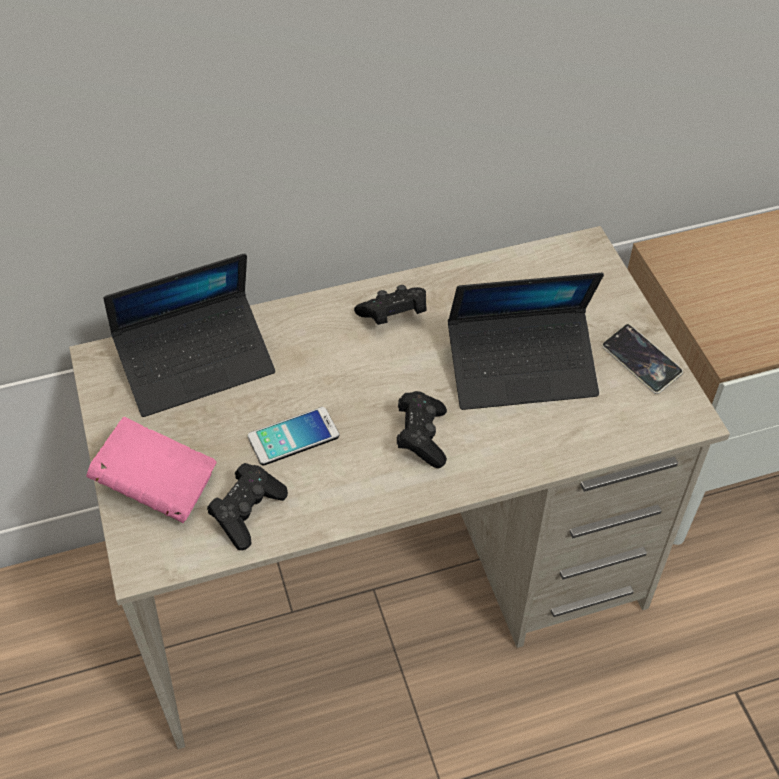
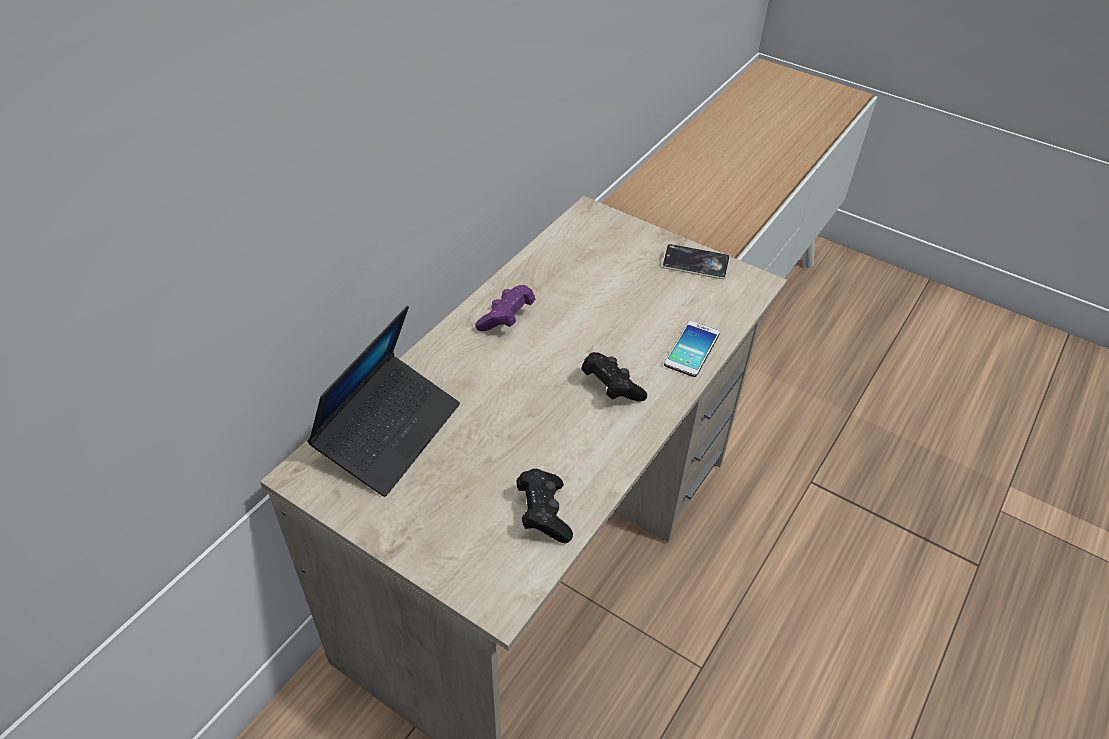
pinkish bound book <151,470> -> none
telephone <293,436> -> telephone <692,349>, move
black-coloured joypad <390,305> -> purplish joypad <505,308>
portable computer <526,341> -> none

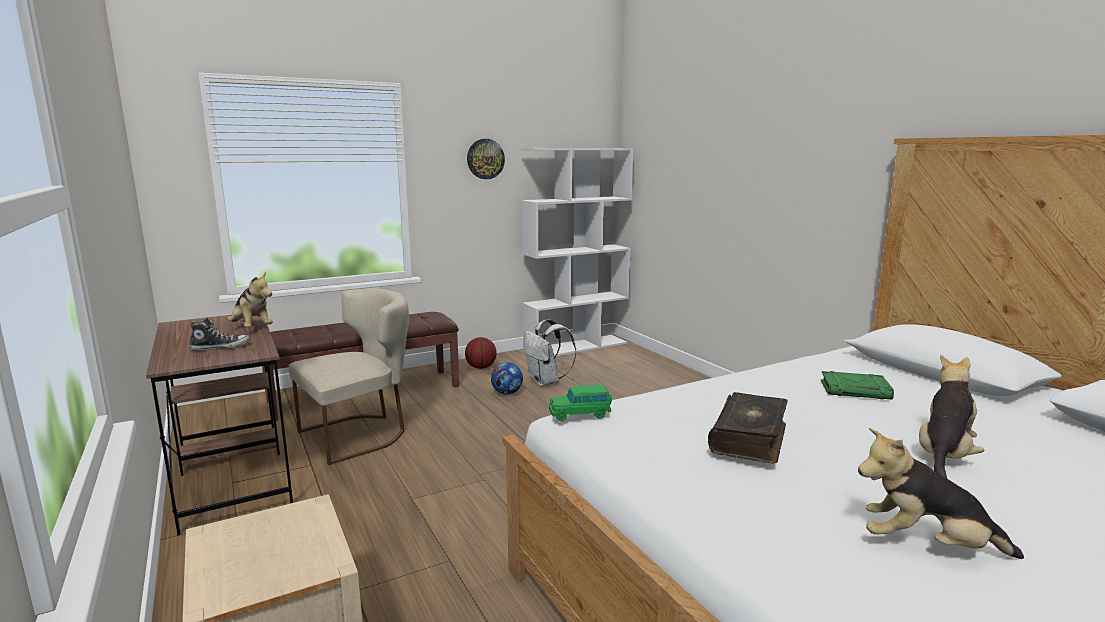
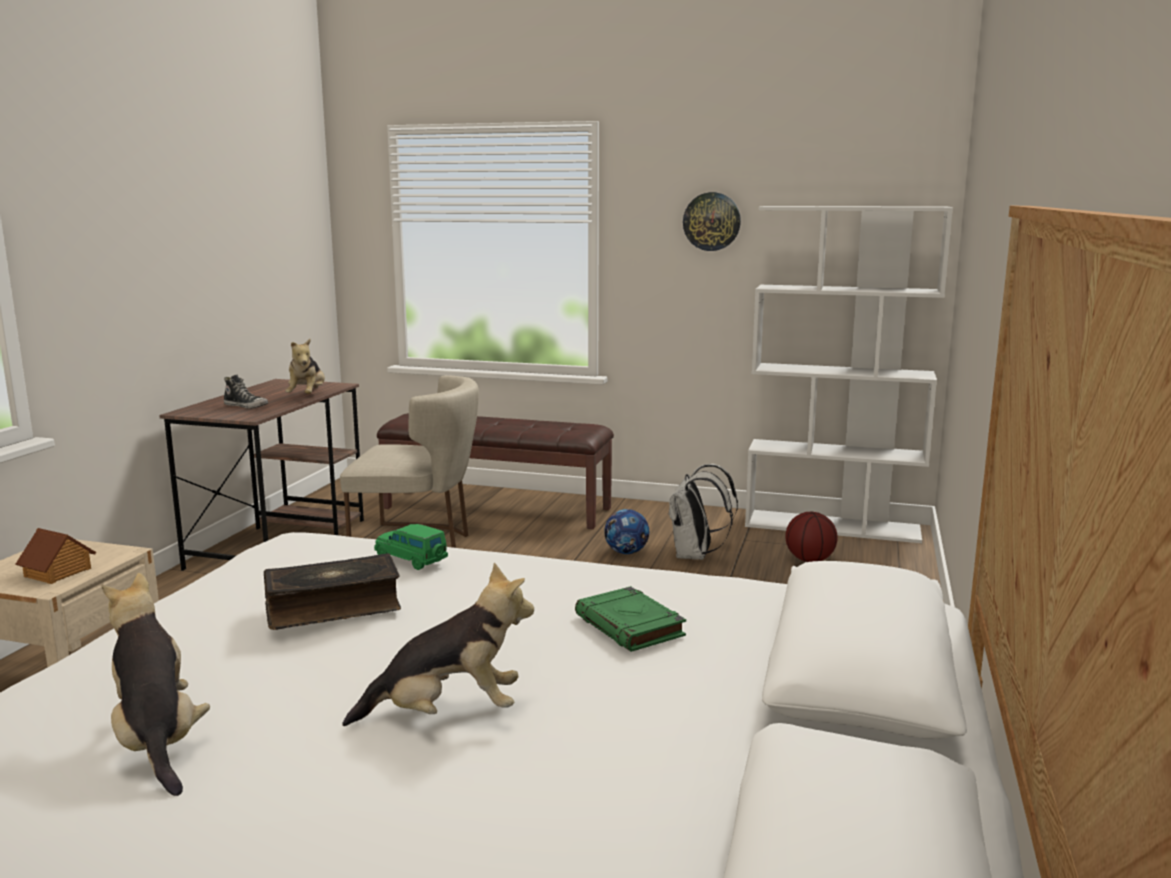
basketball ball <481,353> -> basketball ball <811,536>, move
green miniature car <580,403> -> green miniature car <411,547>, move
none -> model house <56,556>

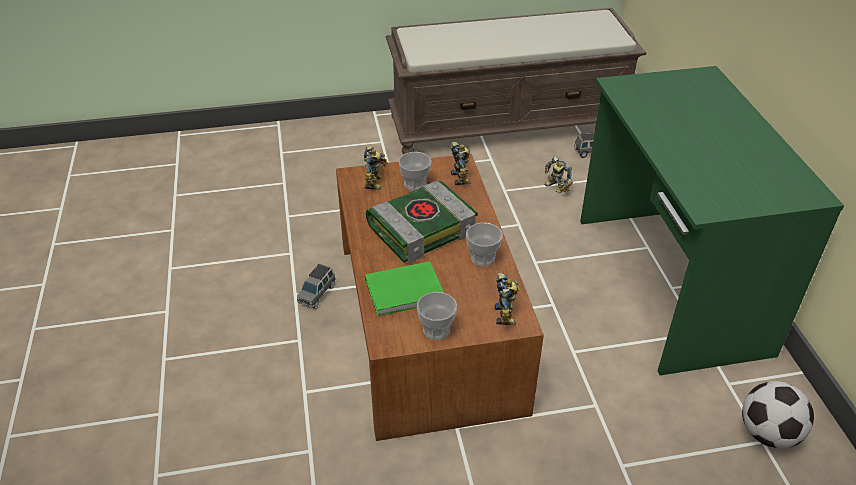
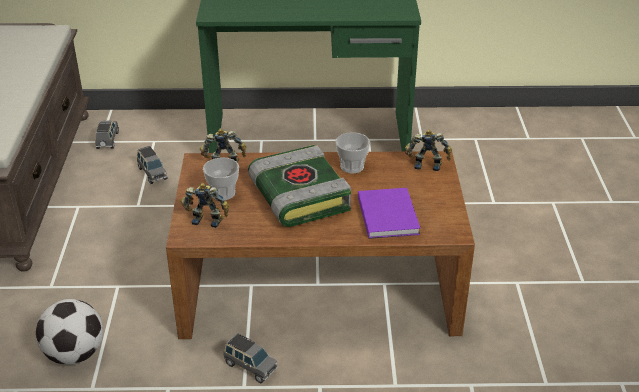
green bound book <404,288> -> purplish bound book <389,213>
small cup <437,316> -> none
model robot <559,174> -> gray miniature car <152,165>
football ball <778,415> -> football ball <69,332>, move

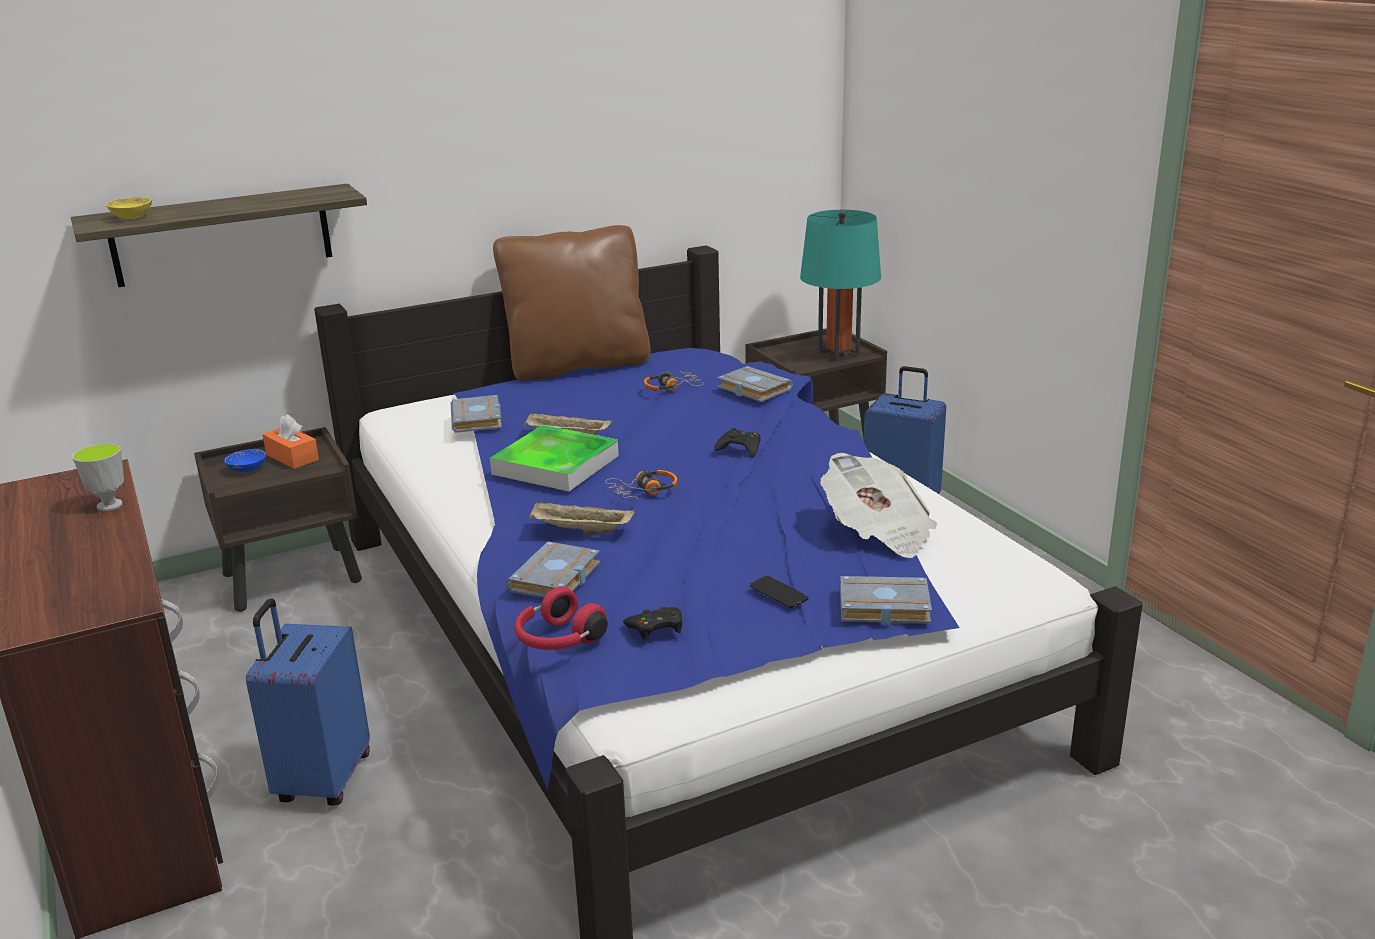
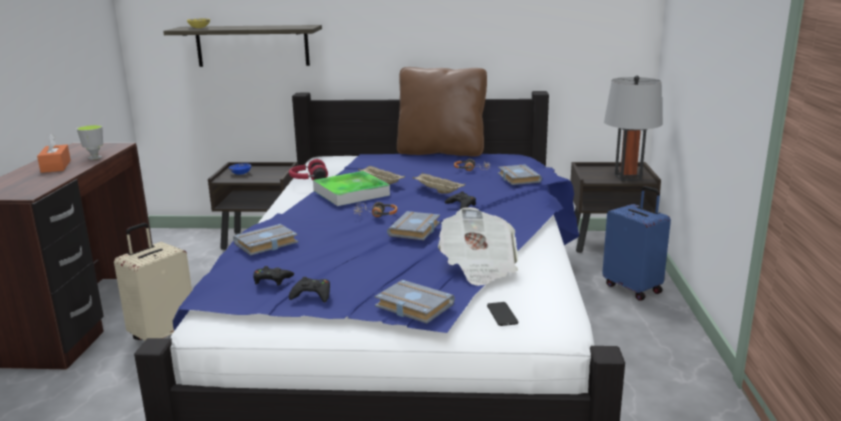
blue-coloured travel case <308,701> -> sand-coloured travel case <153,282>
orange tissue holder <290,441> -> orange tissue holder <54,153>, move
gray bound book <476,414> -> gray bound book <413,225>, move
red headset <561,618> -> red headset <308,169>, move
sand-coloured carrying tray <582,518> -> sand-coloured carrying tray <439,183>, move
telephone <779,592> -> telephone <502,314>, move
blue-green tabletop lamp <840,285> -> gray tabletop lamp <633,128>
none -> black-coloured joypad <309,290>

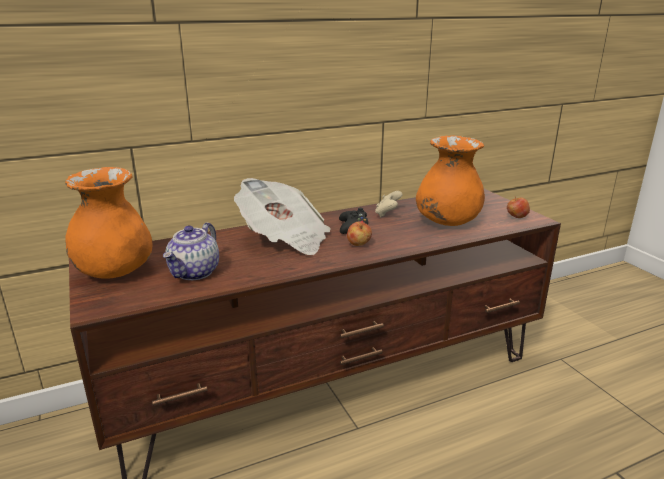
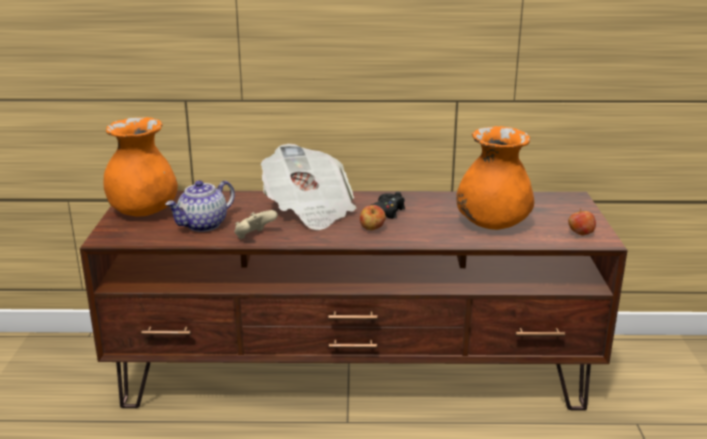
sand-coloured joypad <389,204> -> sand-coloured joypad <256,224>, move

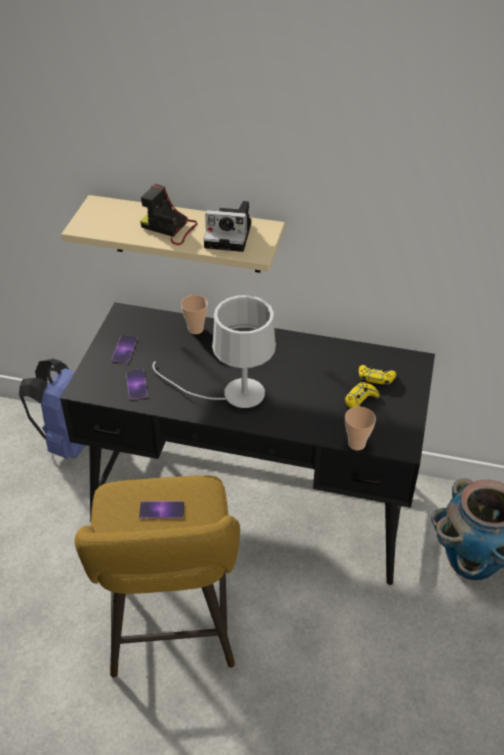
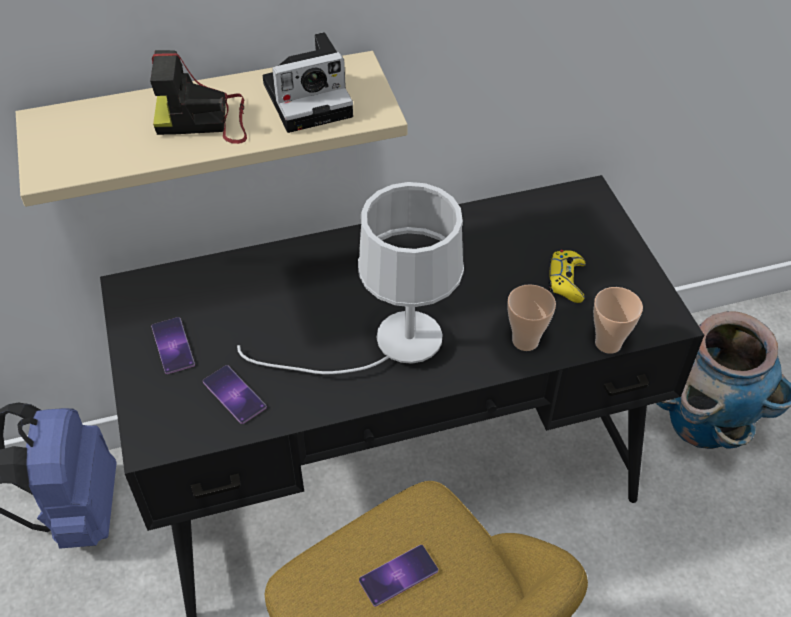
small cup <194,314> -> small cup <531,317>, move
yellow joypad <377,376> -> none

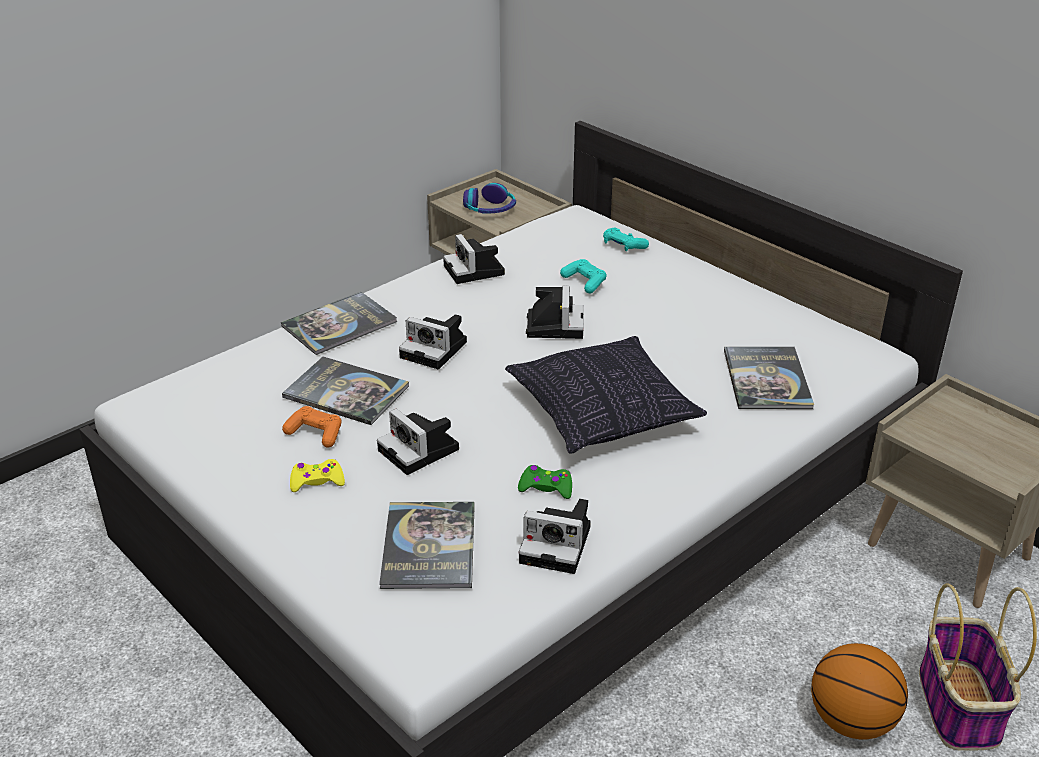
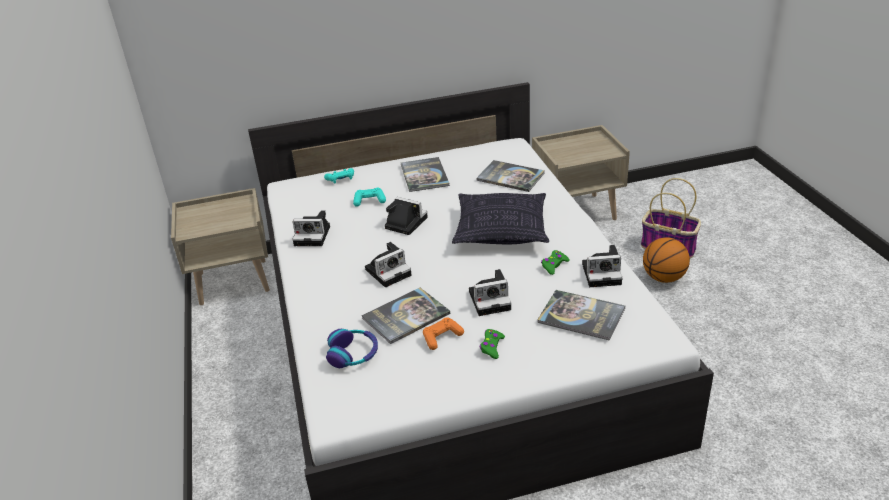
bound book <339,323> -> bound book <425,174>, move
yellow joypad <317,475> -> green joypad <492,344>
headset <489,198> -> headset <352,348>, move
still camera <555,536> -> still camera <602,266>, 45 degrees clockwise

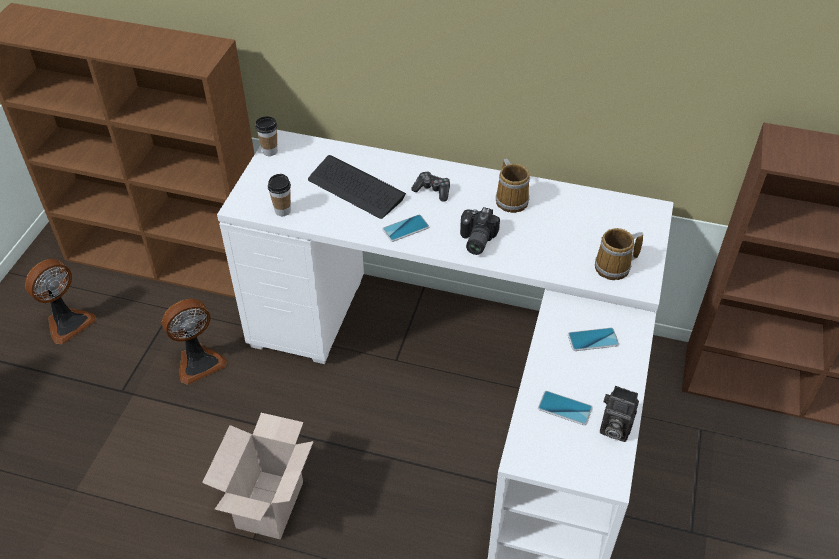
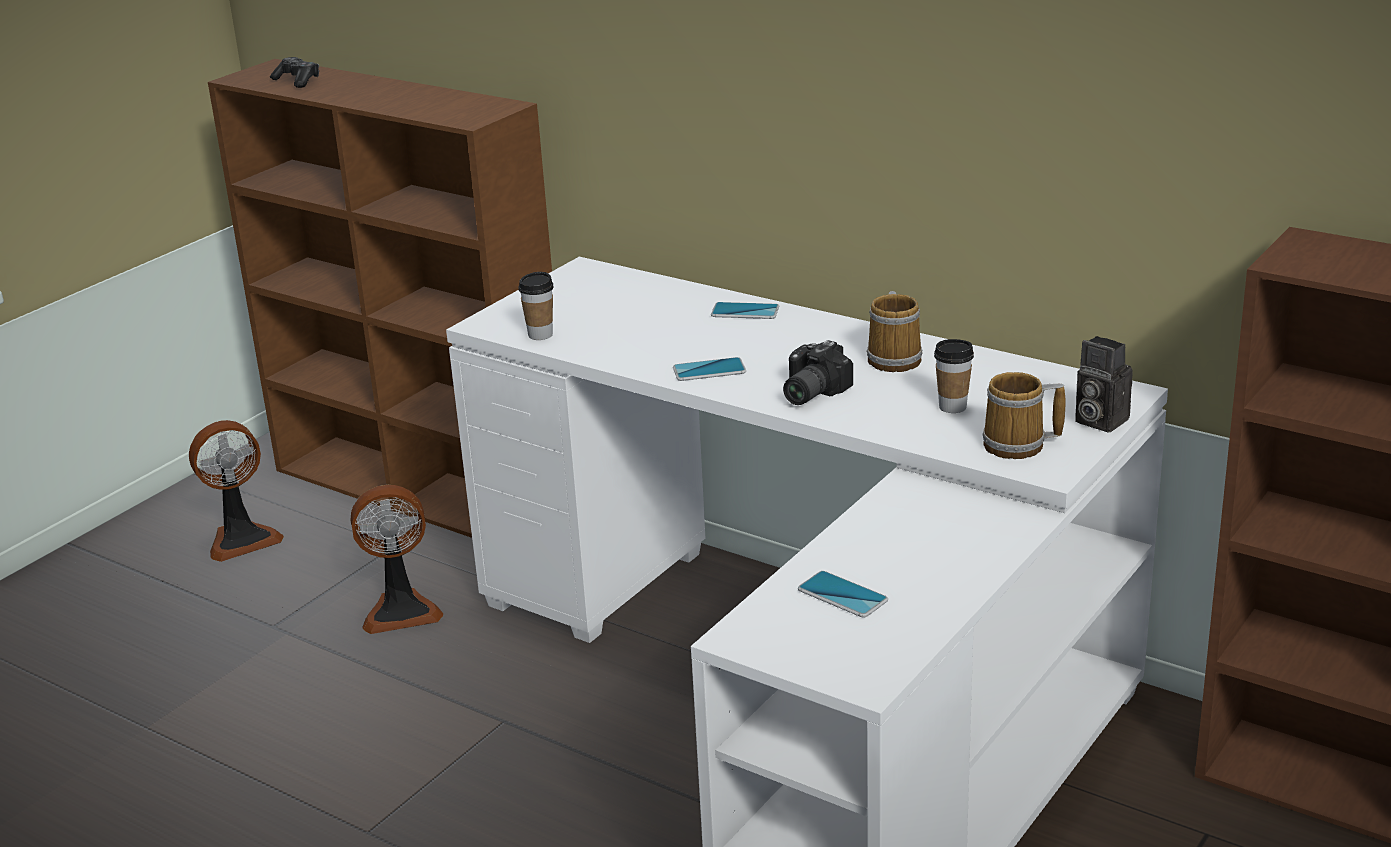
packing box <258,476> -> none
small cup <266,136> -> small cup <954,376>, move
keyboard <357,187> -> none
joypad <430,187> -> joypad <294,72>, move
telephone <593,339> -> telephone <745,310>, move
still camera <619,414> -> still camera <1104,384>, move

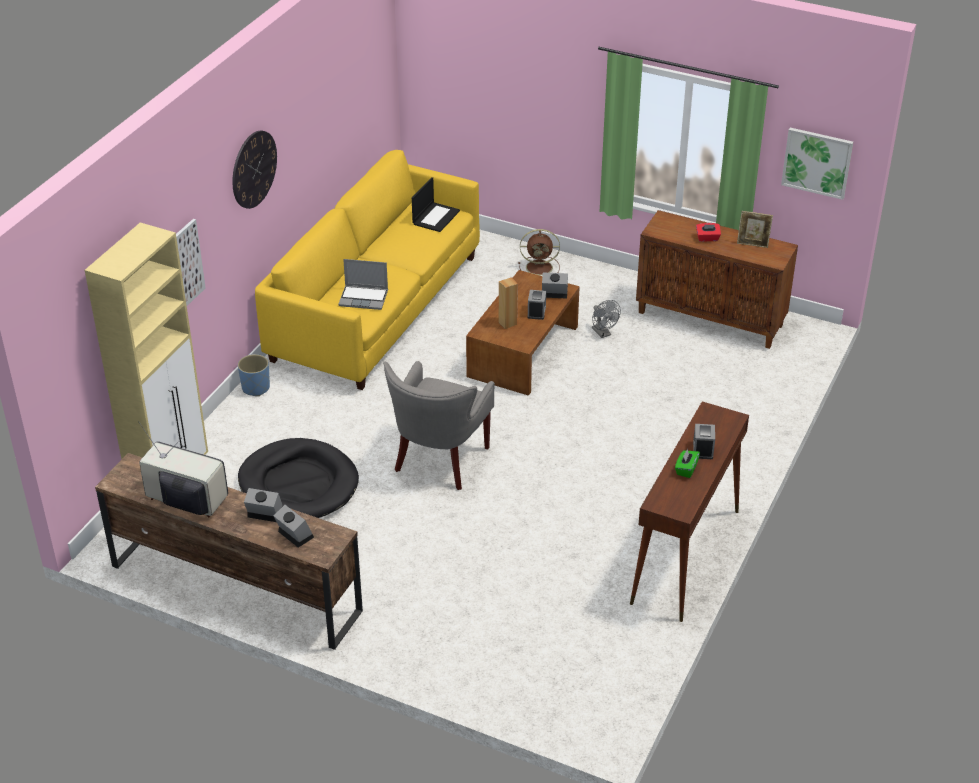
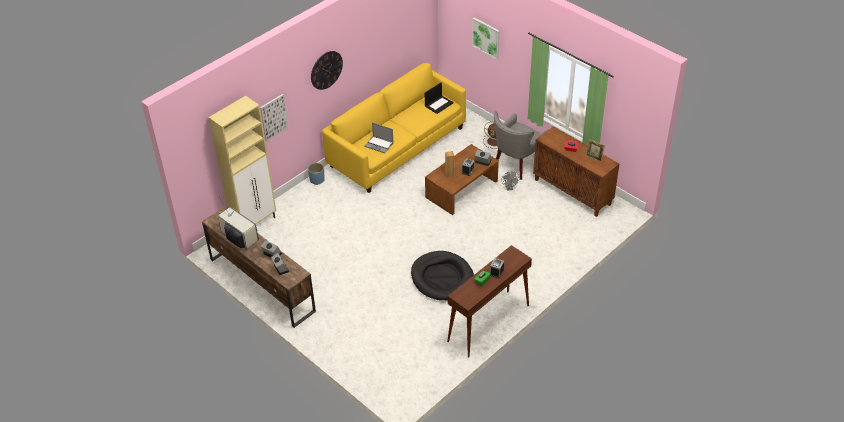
black-coloured dog cushion <298,478> -> black-coloured dog cushion <442,275>, move
gray lounge chair <439,425> -> gray lounge chair <521,145>, move
picture <817,164> -> picture <486,38>, move

